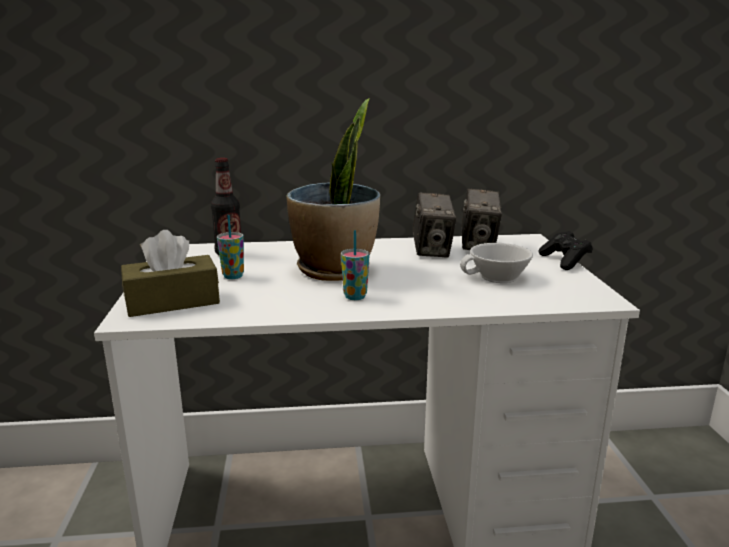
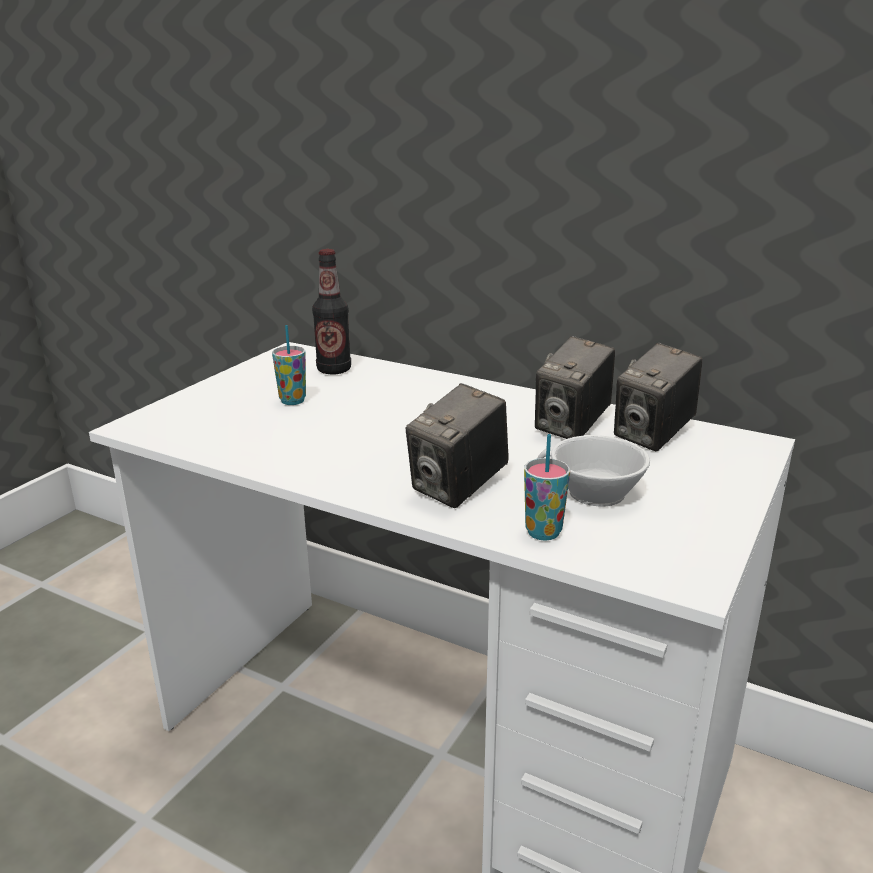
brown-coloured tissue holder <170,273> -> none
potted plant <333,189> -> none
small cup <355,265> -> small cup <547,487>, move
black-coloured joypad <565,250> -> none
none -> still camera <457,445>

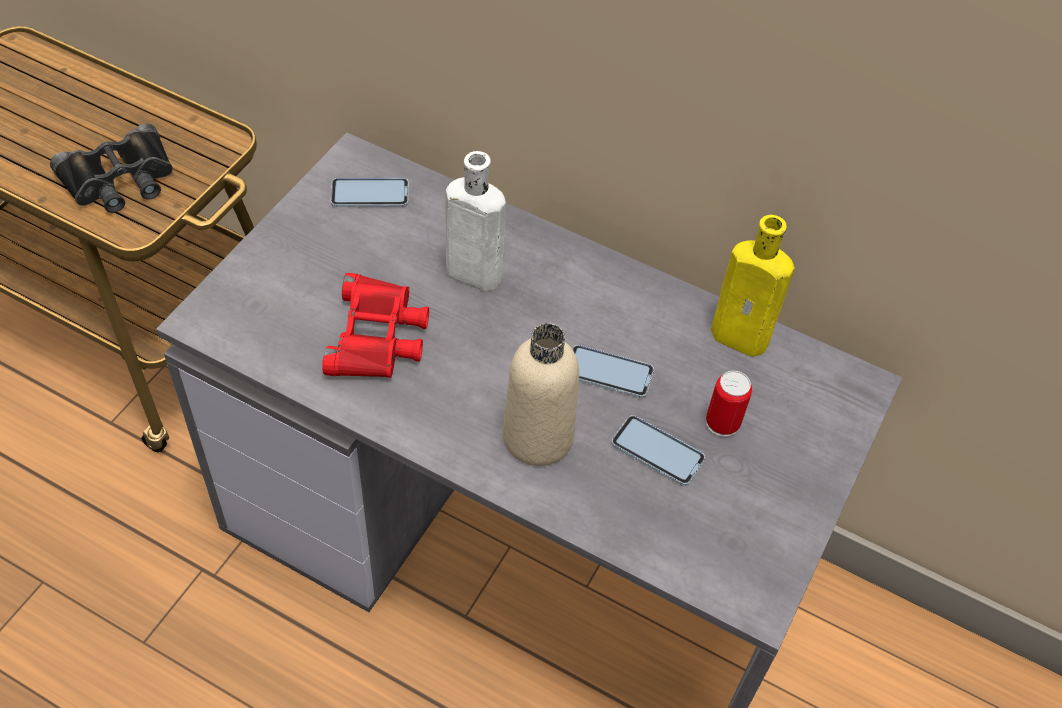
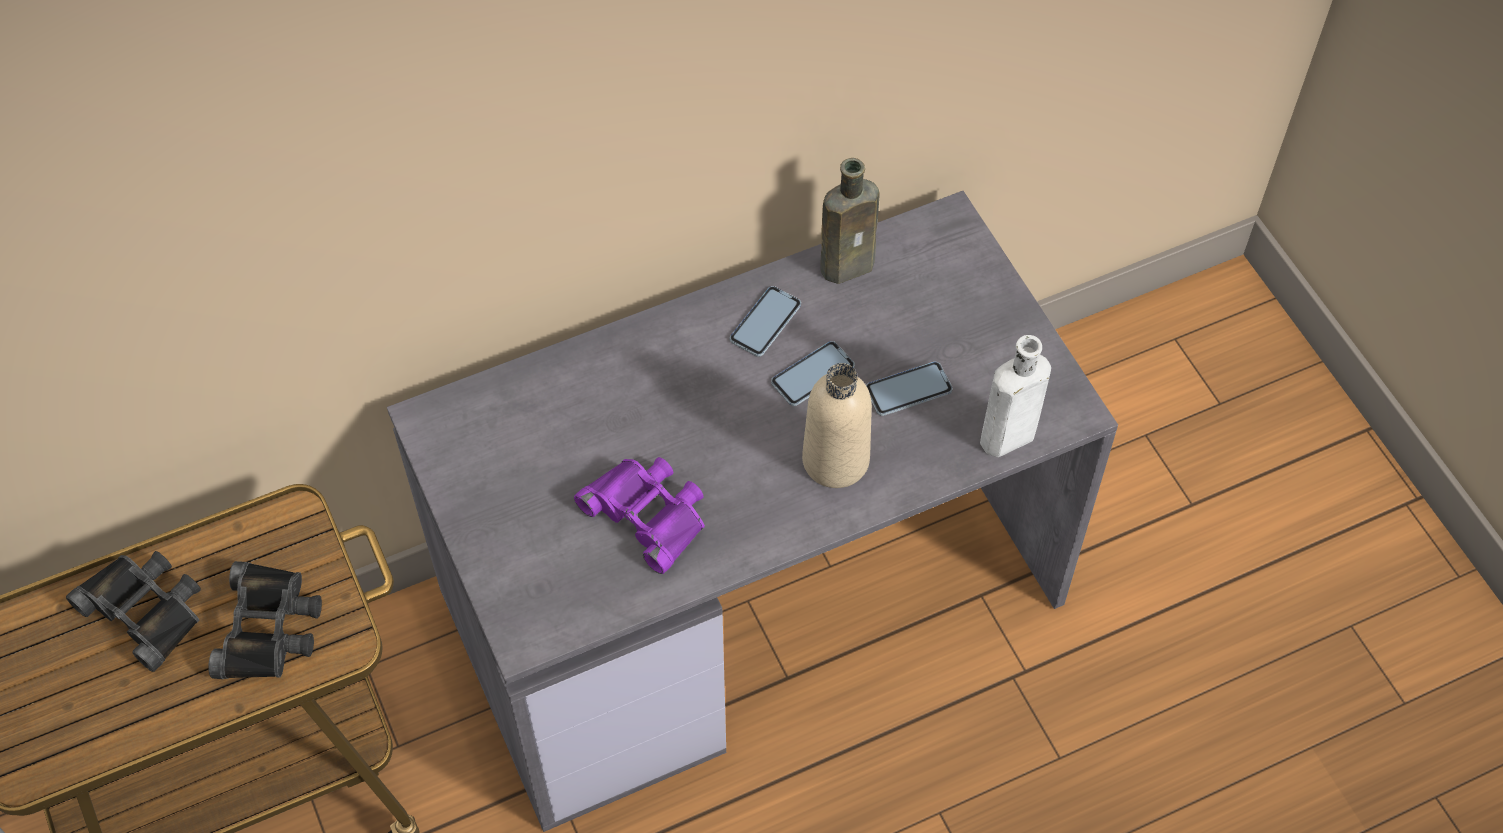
red field glasses <375,325> -> purplish field glasses <639,515>
telephone <370,192> -> telephone <765,321>, move
white-coloured bottle <475,221> -> white-coloured bottle <1015,396>, move
metal can <729,404> -> none
yellow bottle <752,286> -> brown-coloured bottle <850,221>
none -> black-coloured field glasses <133,611>

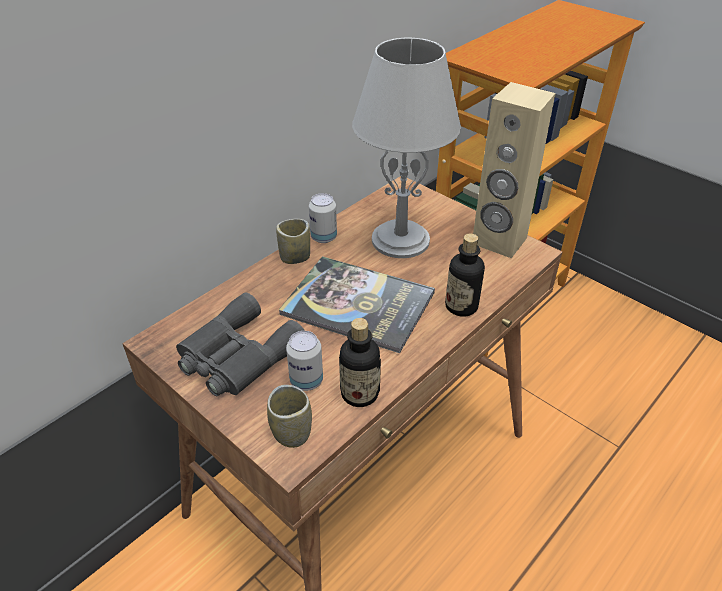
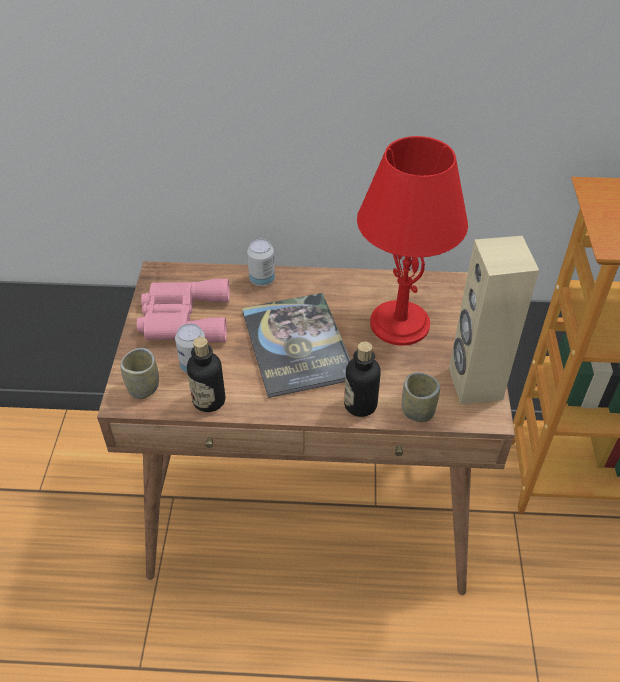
gray field glasses <240,344> -> pinkish field glasses <183,310>
small cup <293,241> -> small cup <421,397>, move
metal can <323,218> -> metal can <261,262>, move
gray tabletop lamp <406,147> -> red tabletop lamp <412,240>

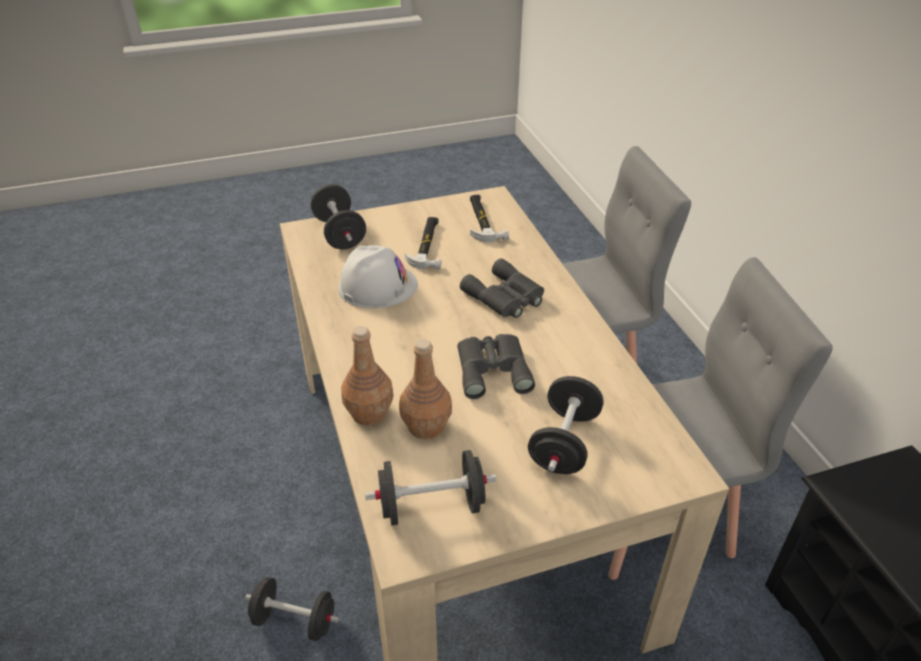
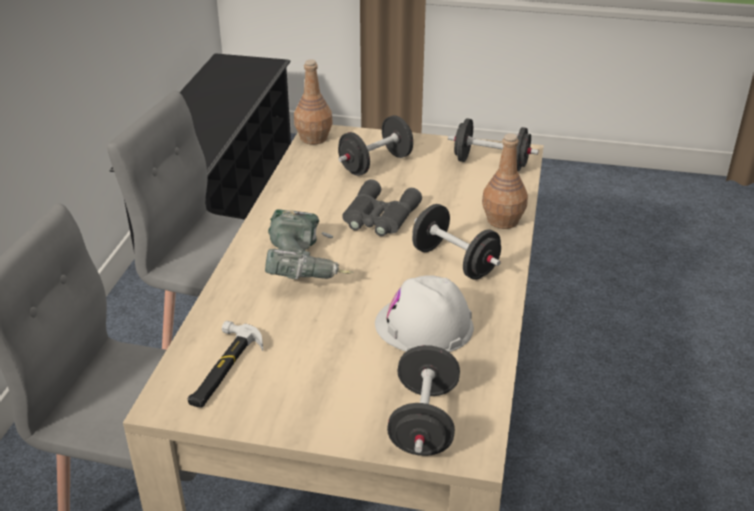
black-coloured hand weight <292,609> -> black-coloured hand weight <456,242>, move
brown-coloured bottle <425,389> -> brown-coloured bottle <313,102>, move
hammer <423,243> -> none
gray field glasses <502,288> -> electric drill <309,244>

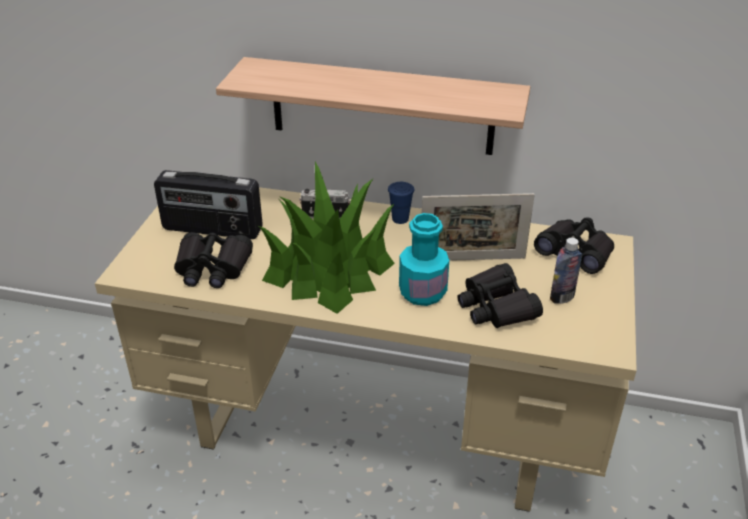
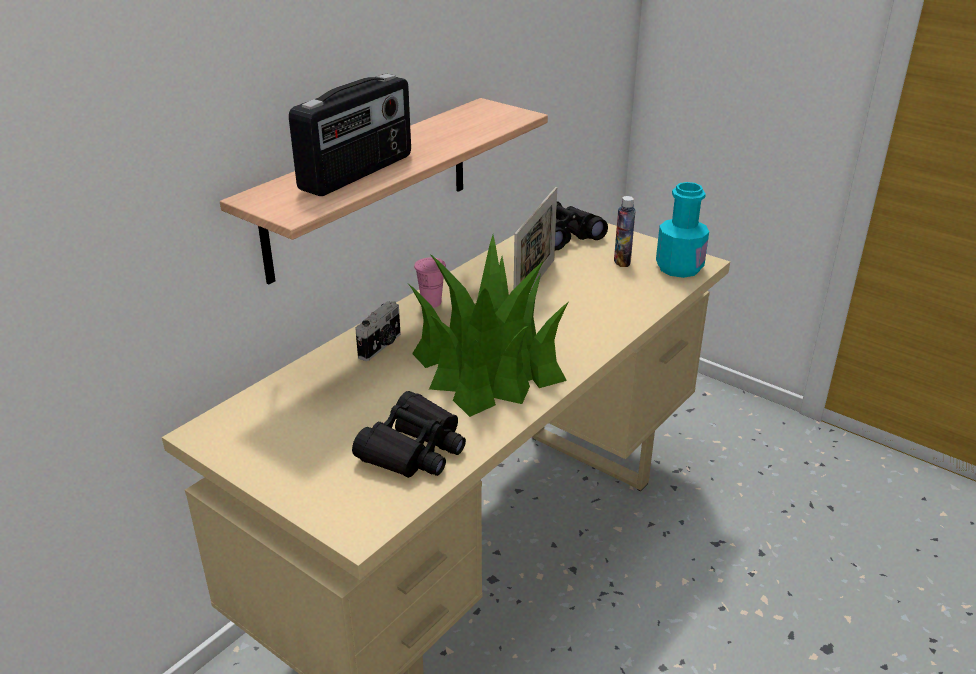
radio <208,204> -> radio <350,135>, move
blue-coloured small cup <401,203> -> pinkish small cup <430,282>
blue-green bottle <424,259> -> blue-green bottle <682,230>, move
black-coloured field glasses <500,295> -> none

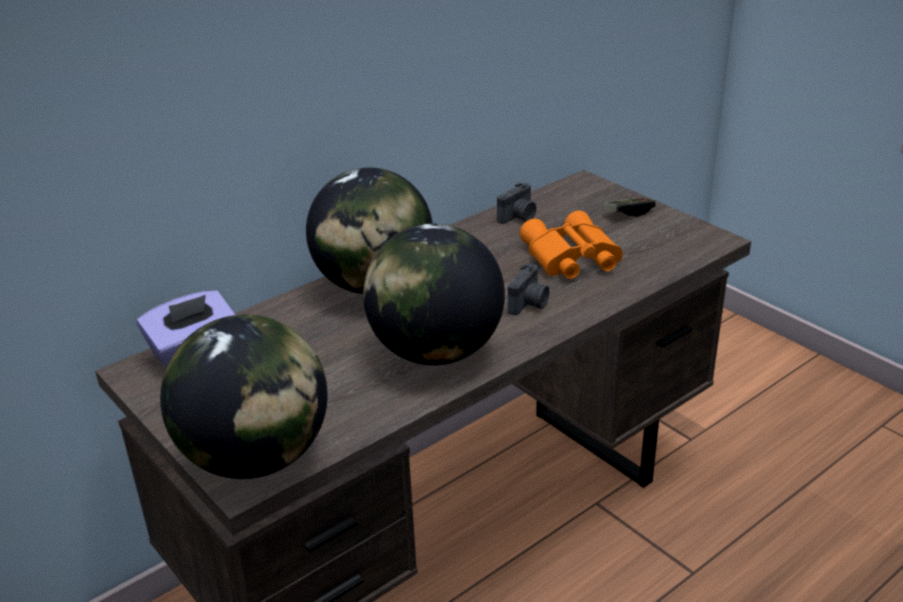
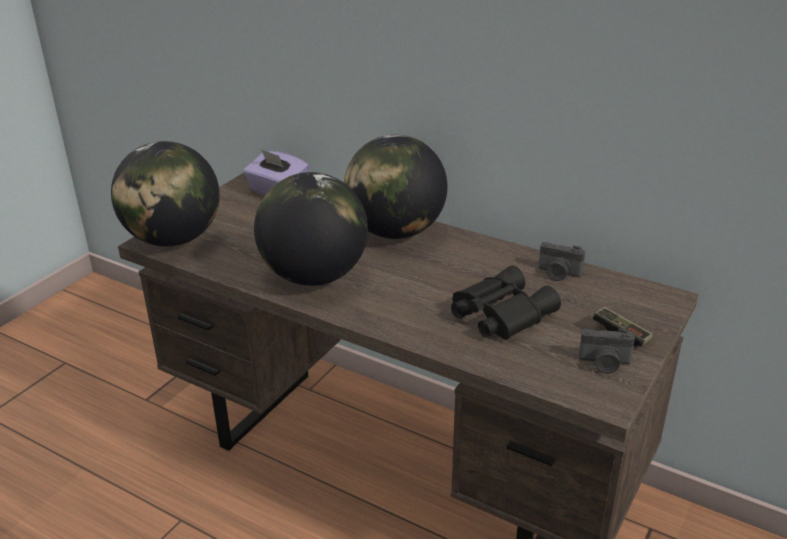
still camera <528,289> -> still camera <607,351>, move
orange field glasses <571,244> -> black-coloured field glasses <506,303>

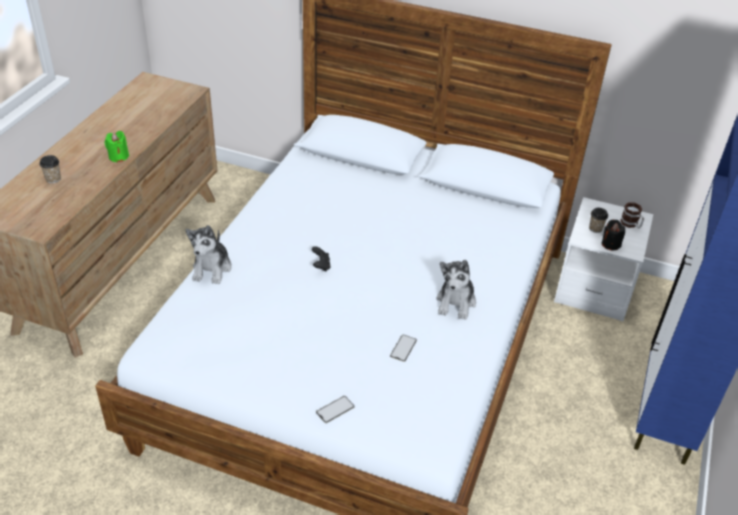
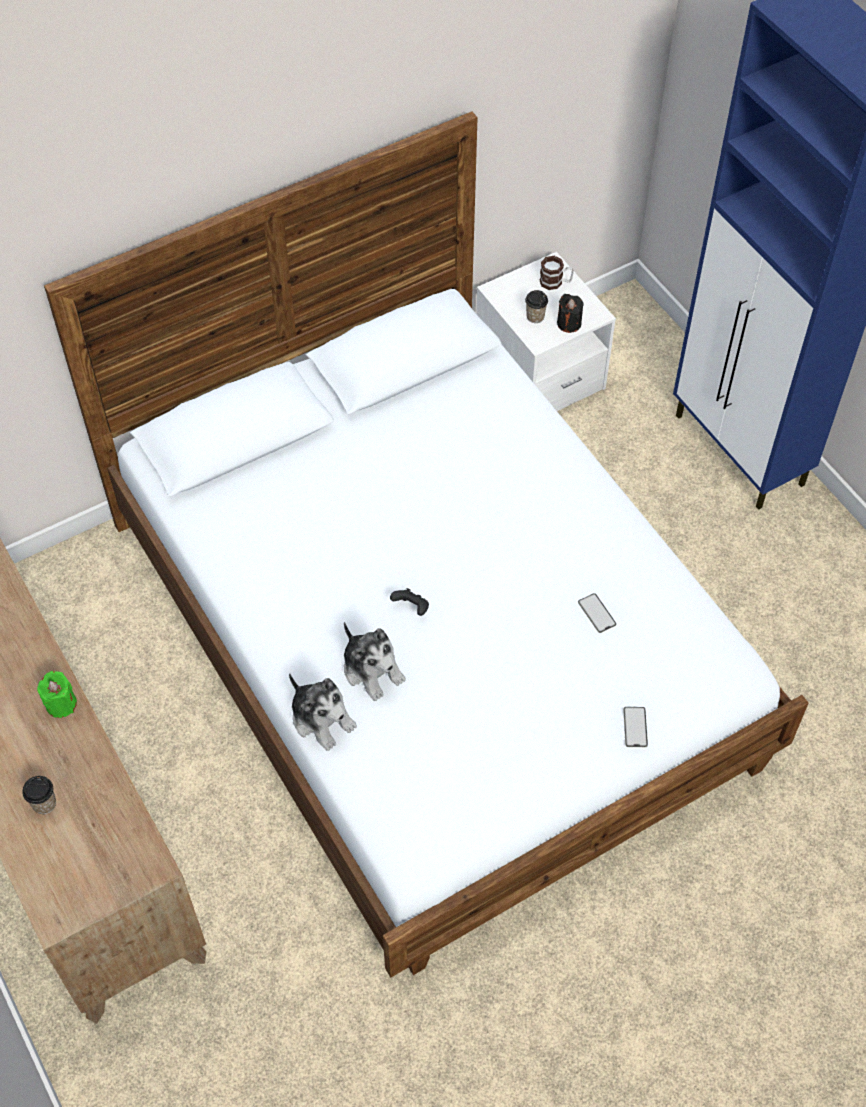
cuddly toy <456,290> -> cuddly toy <375,661>, move

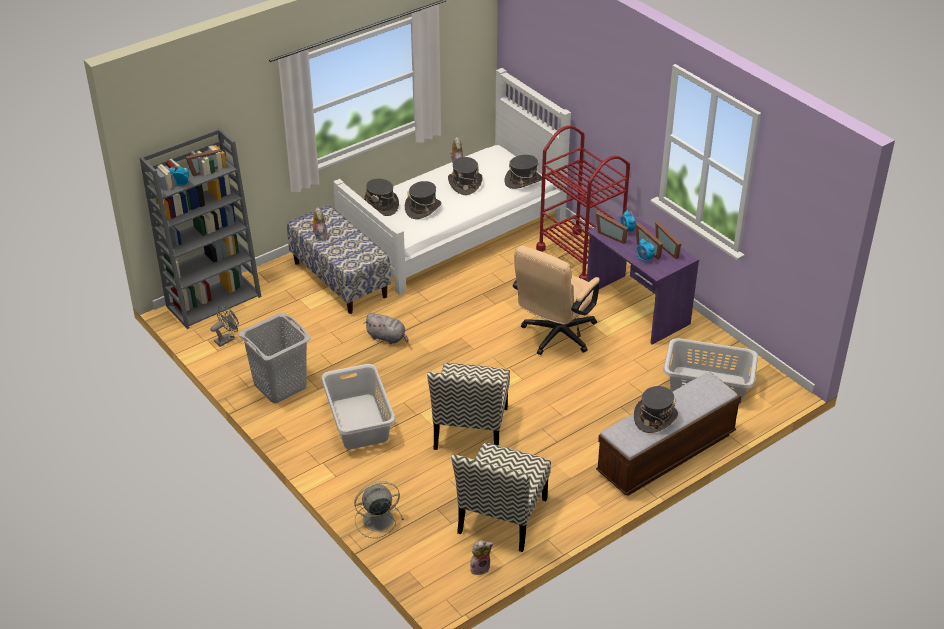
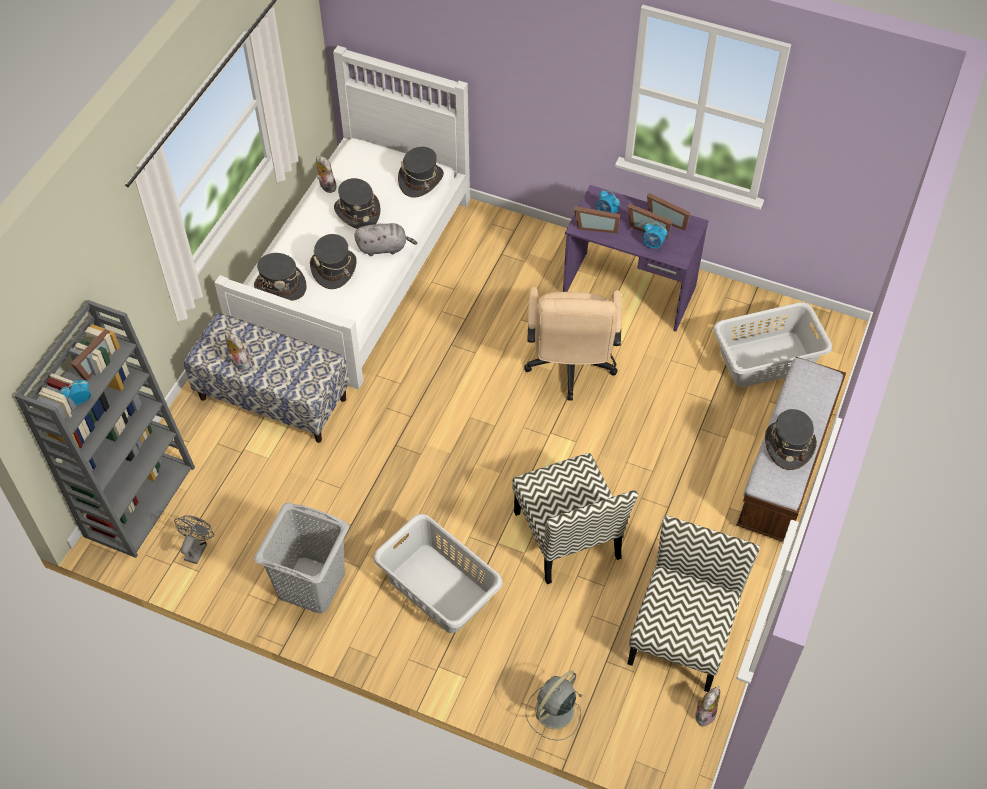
gray cuddly toy <386,328> -> gray cuddly toy <385,239>, move
upright chair <501,497> -> upright chair <694,604>, 150 degrees counterclockwise
red cart <583,203> -> none

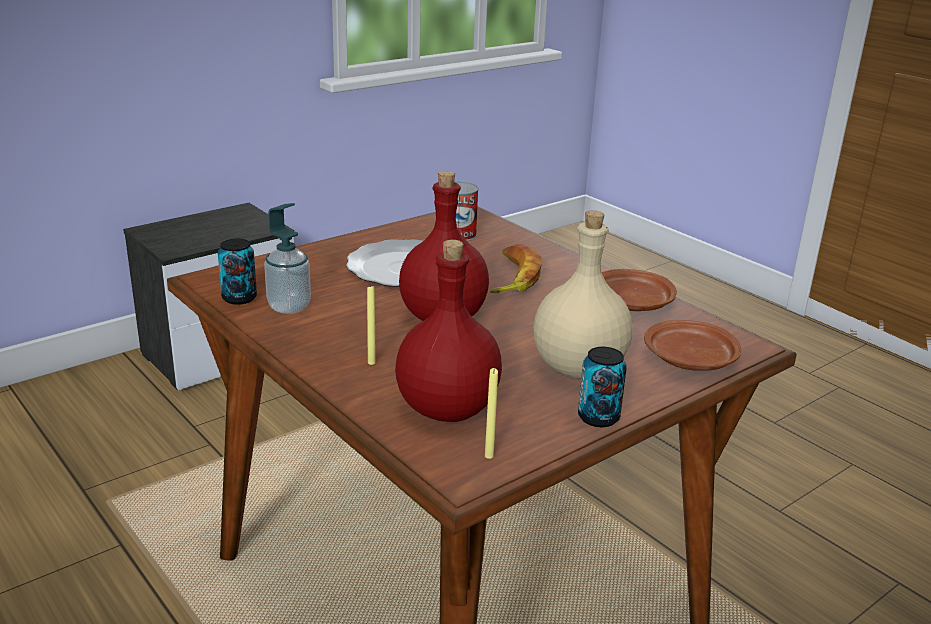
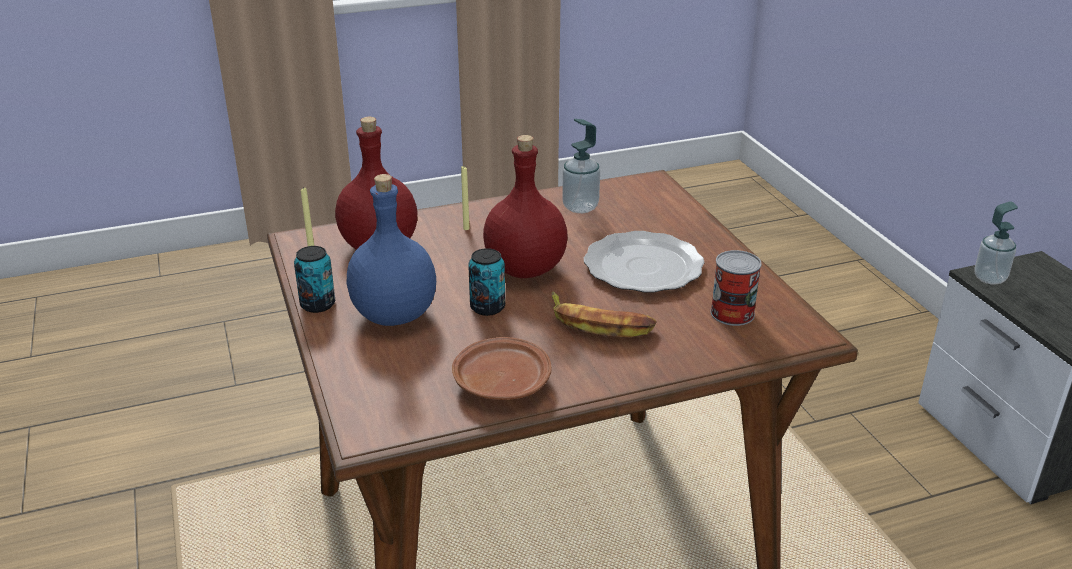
metal can <237,271> -> metal can <486,282>, move
sand-coloured bottle <583,294> -> blue-coloured bottle <391,250>
brown-coloured flat dish <692,345> -> none
none -> soap bottle <996,243>

